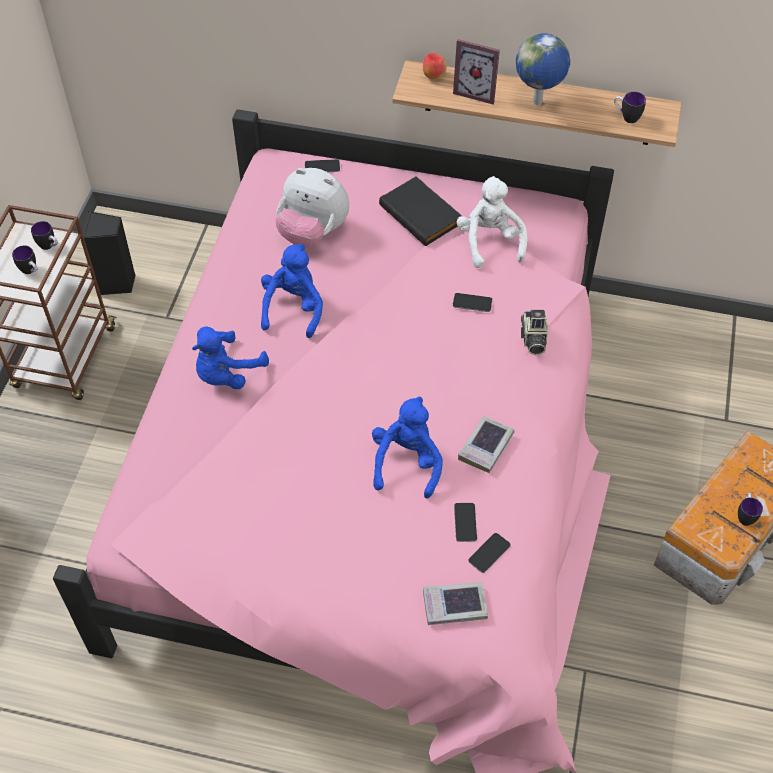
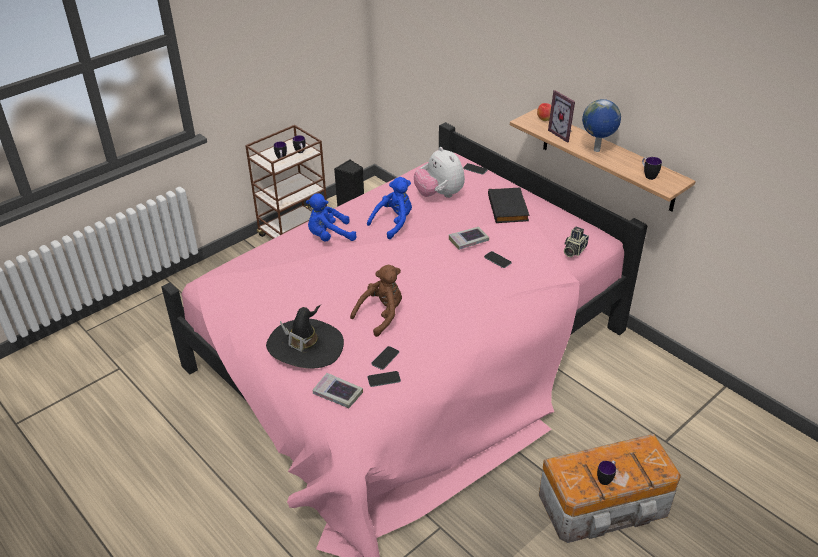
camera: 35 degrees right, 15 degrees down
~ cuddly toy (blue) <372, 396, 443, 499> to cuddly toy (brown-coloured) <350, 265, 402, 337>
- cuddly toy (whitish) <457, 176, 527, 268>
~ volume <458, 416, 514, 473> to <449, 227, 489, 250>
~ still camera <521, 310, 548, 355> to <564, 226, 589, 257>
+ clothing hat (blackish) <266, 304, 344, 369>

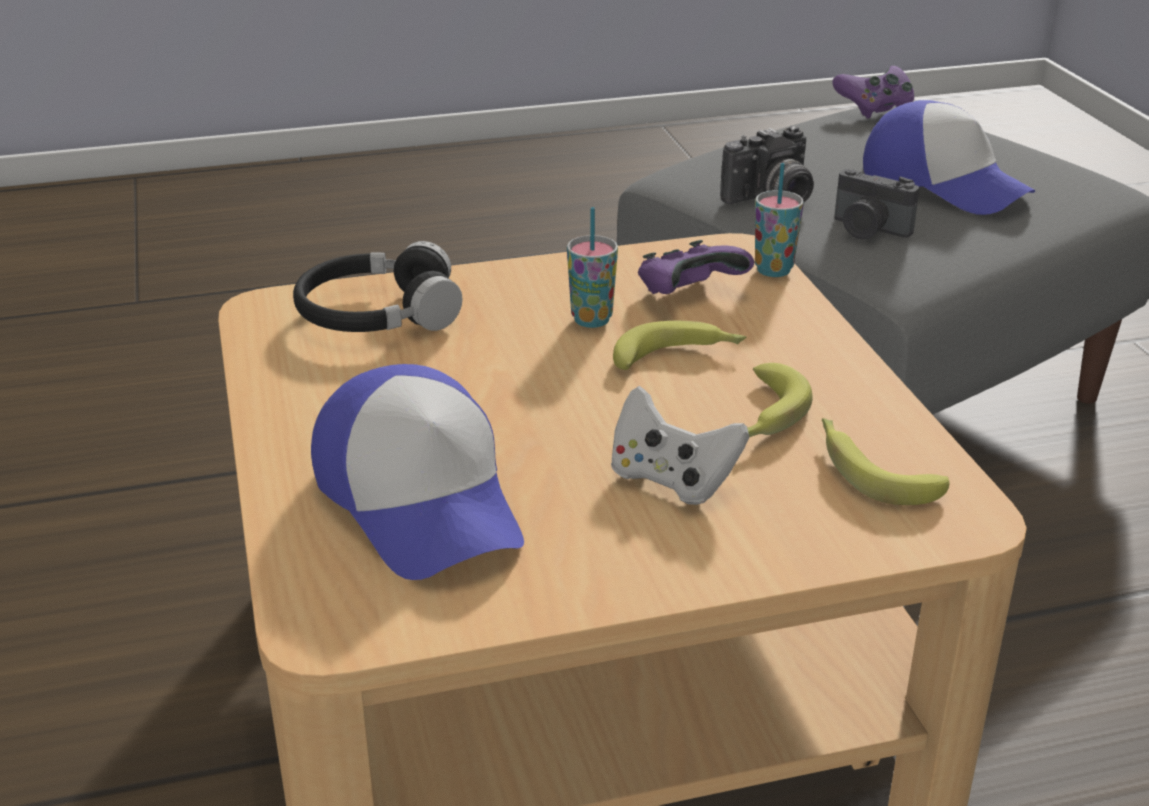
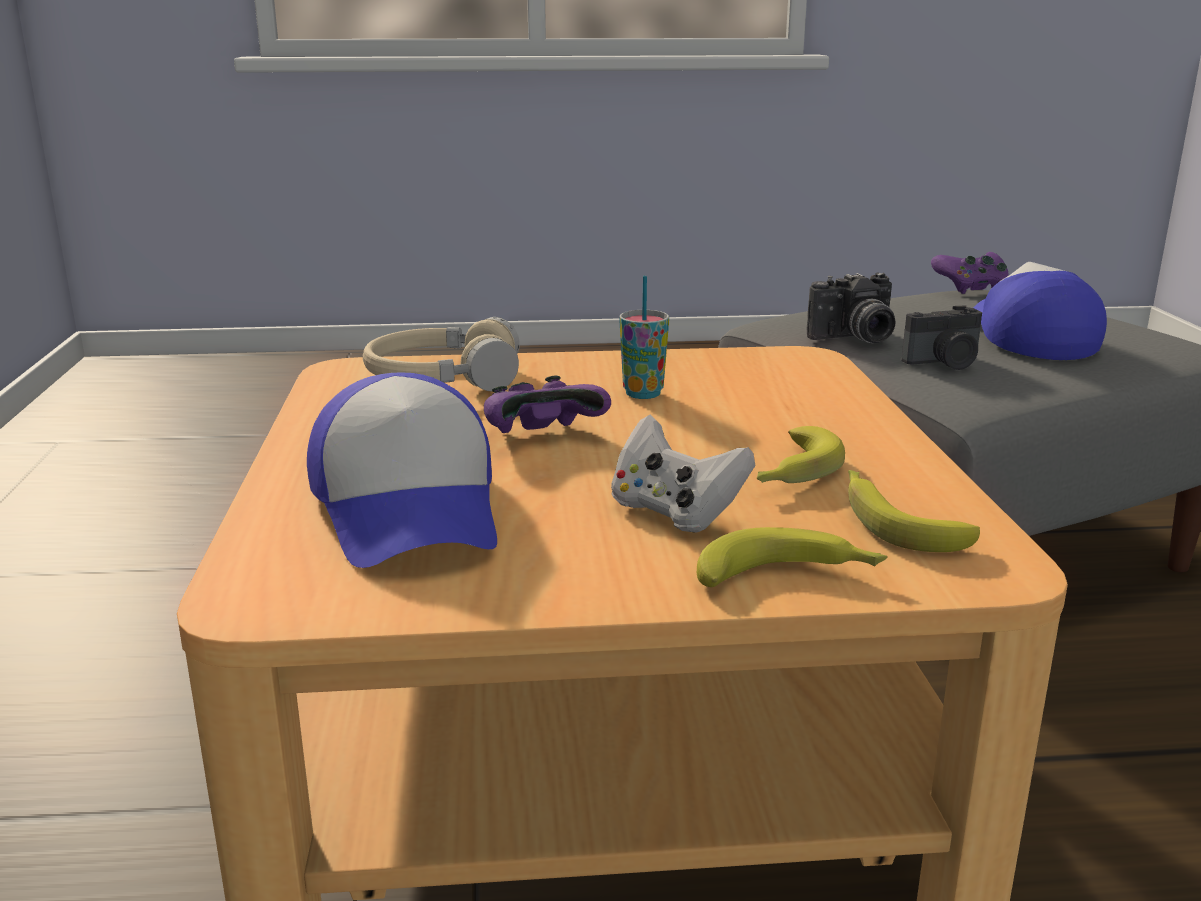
camera: 10 degrees right, 10 degrees down
~ headset (blackish) <293, 241, 462, 332> to headset (beige) <363, 317, 520, 391>
~ banana fruit <613, 321, 746, 370> to <697, 527, 888, 587>
~ joypad (purple) <638, 240, 754, 294> to <484, 375, 611, 433>
- small cup <755, 163, 804, 277>
~ still camera <834, 169, 919, 240> = <902, 305, 982, 370> 60 degrees counterclockwise
~ cap <863, 100, 1035, 215> = <973, 262, 1107, 360> 150 degrees counterclockwise

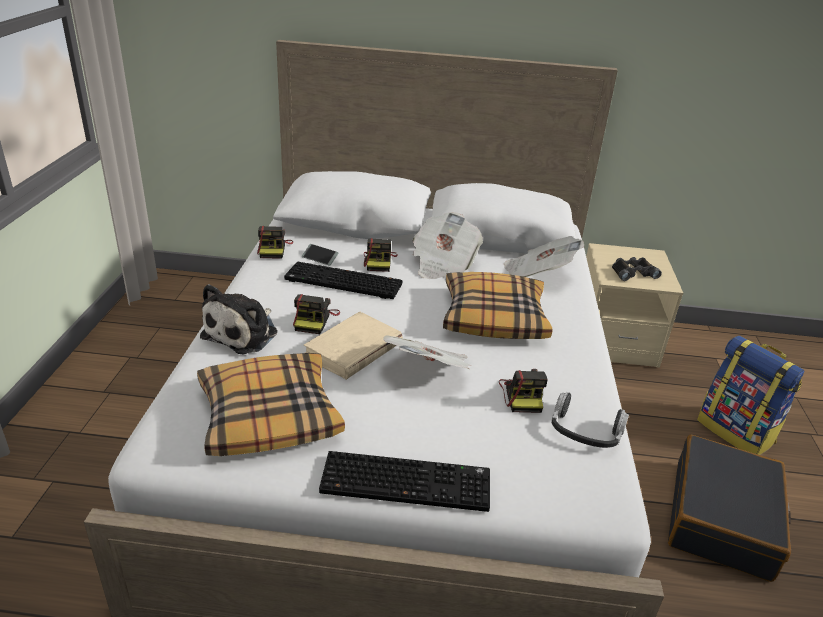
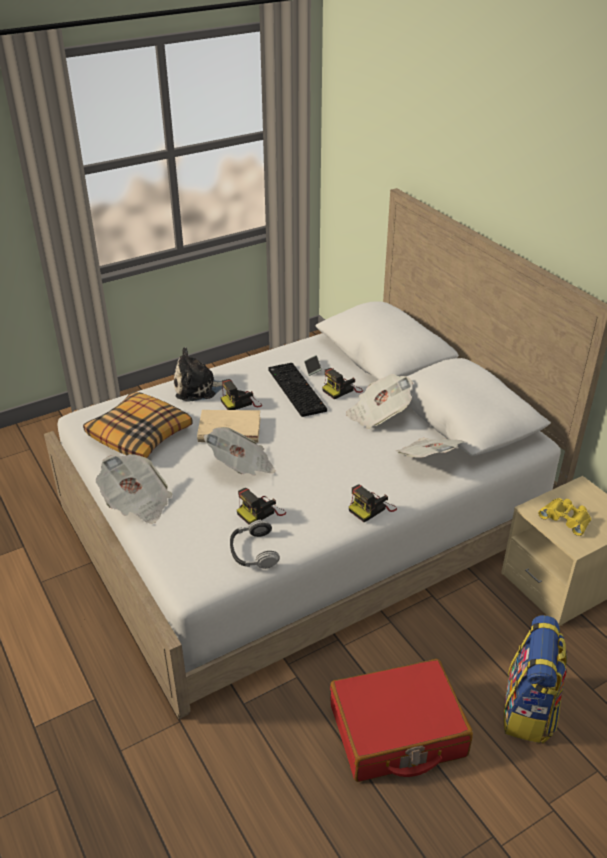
camera: 55 degrees right, 5 degrees up
~ still camera <257, 226, 293, 259> to <349, 484, 397, 522>
~ computer keyboard <319, 451, 490, 512> to printed paper <96, 454, 172, 524>
- throw pillow <443, 272, 553, 339>
~ pair of binoculars (blackish) <612, 257, 662, 281> to pair of binoculars (yellow-coloured) <538, 498, 591, 536>
~ suitcase (blackish) <668, 434, 791, 582> to suitcase (red-coloured) <330, 659, 473, 782>

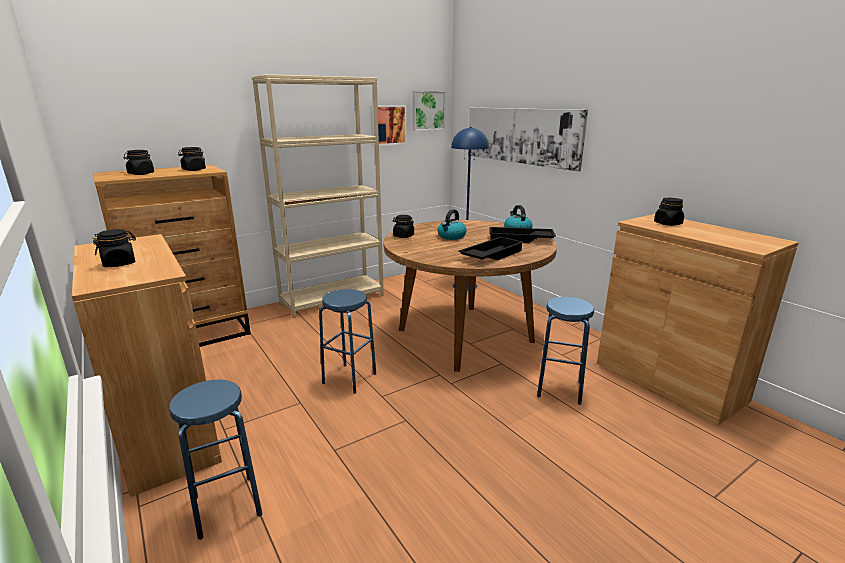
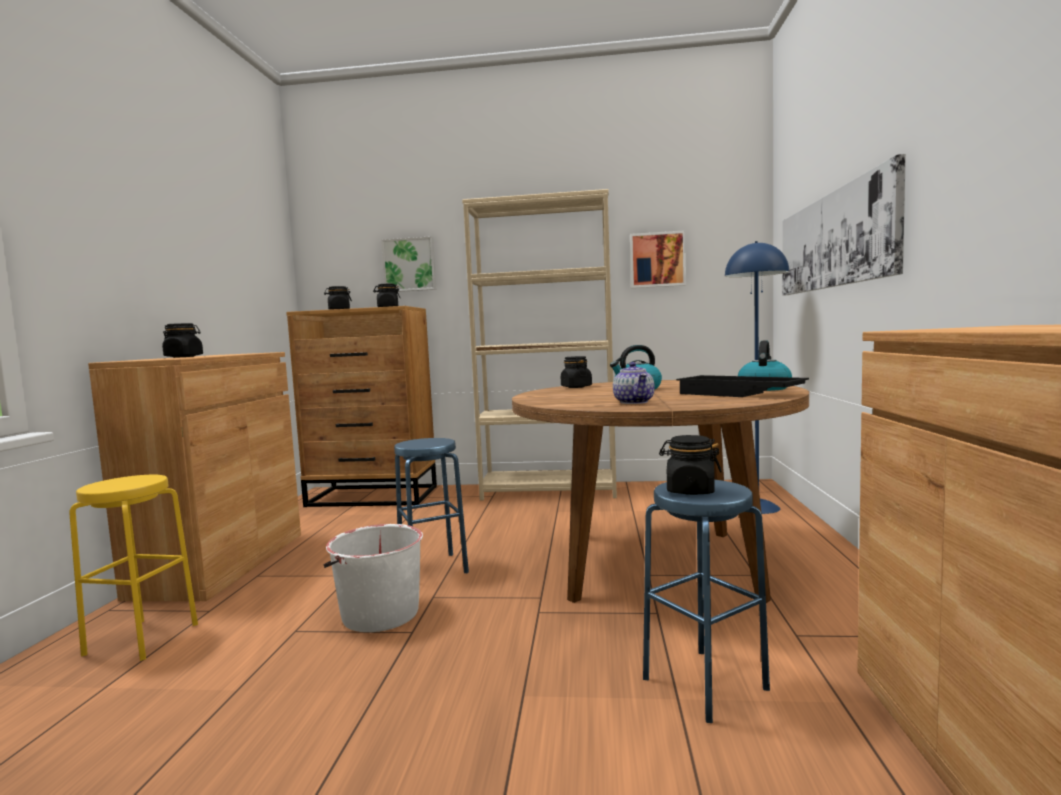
camera: 40 degrees right, 15 degrees down
~ sitting stool (blue) <169, 380, 262, 540> to sitting stool (yellow-coloured) <69, 475, 198, 661>
~ picture <412, 91, 446, 131> to <381, 236, 436, 292>
~ serving tray (blackish) <458, 237, 524, 260> to teapot <613, 362, 655, 404>
~ jar (blackish) <654, 198, 684, 226> to <659, 435, 722, 495>
+ water bucket (whitish) <323, 524, 423, 632>

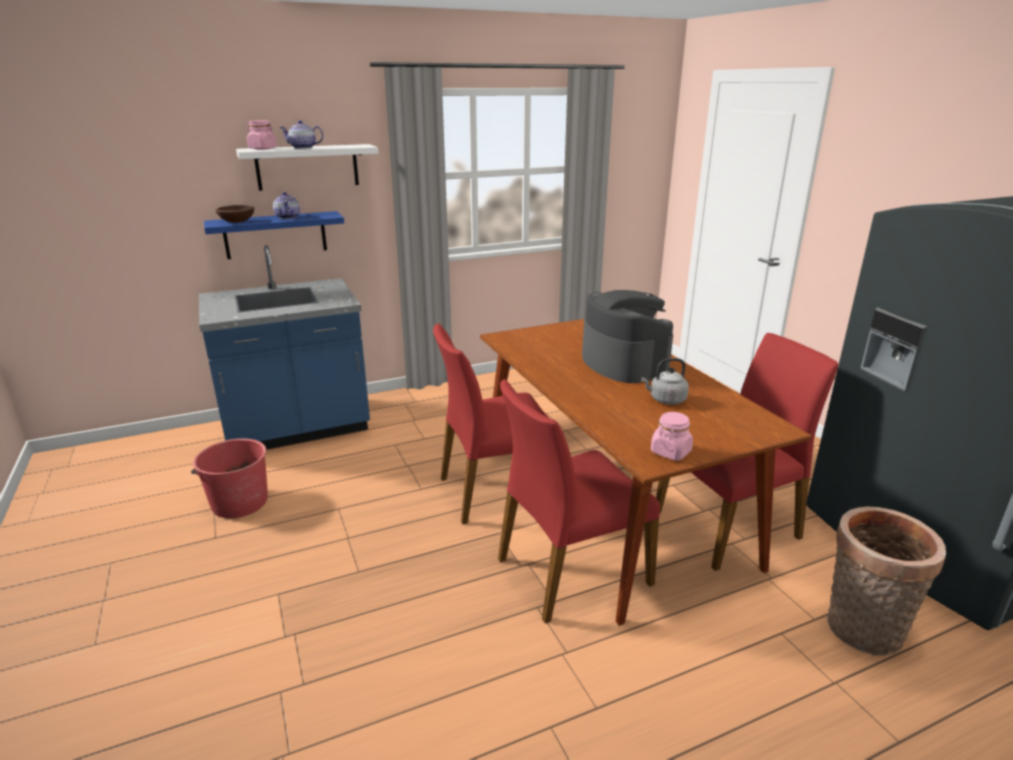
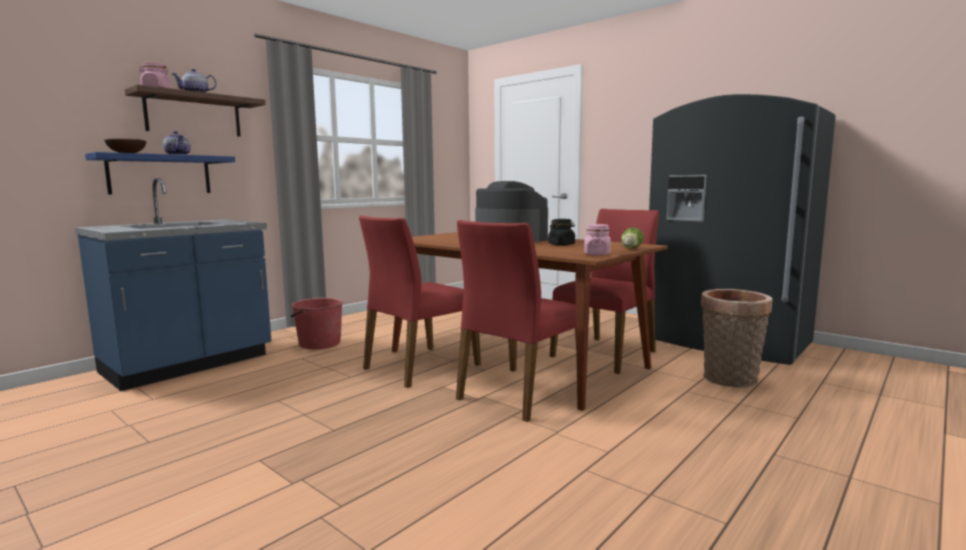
camera: 25 degrees left, 15 degrees down
~ water bucket (red-coloured) <191, 438, 268, 518> to <291, 298, 343, 349>
~ bracket shelf (whitish) <236, 144, 378, 191> to bracket shelf (brown-coloured) <125, 85, 266, 137>
~ tea kettle (greyish) <641, 358, 689, 405> to jar (blackish) <548, 219, 575, 246>
+ lettuce <621, 228, 644, 249>

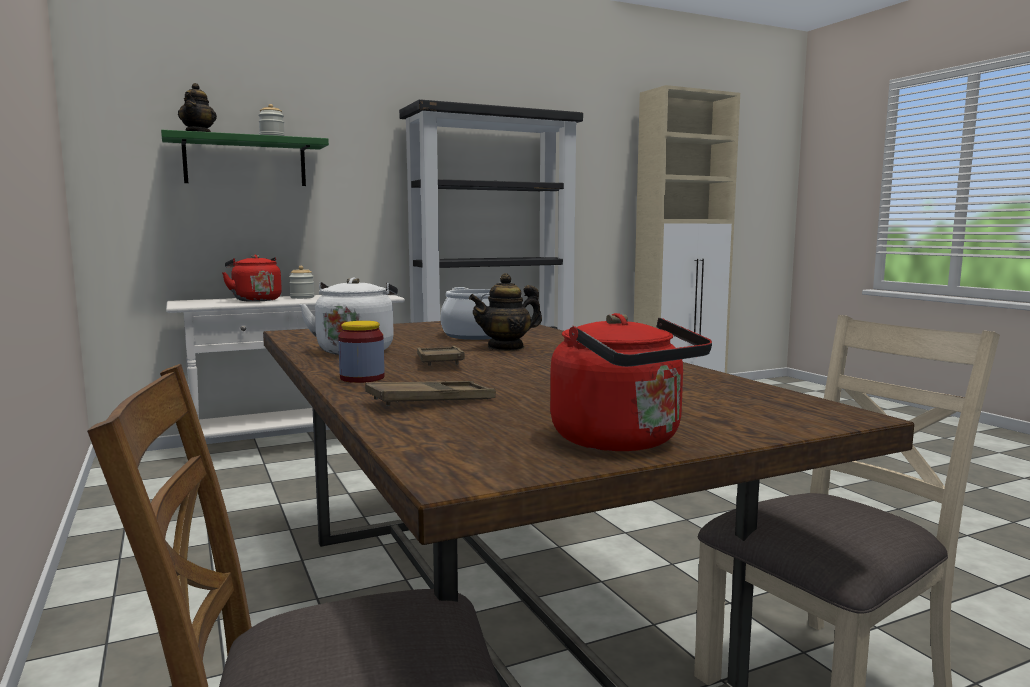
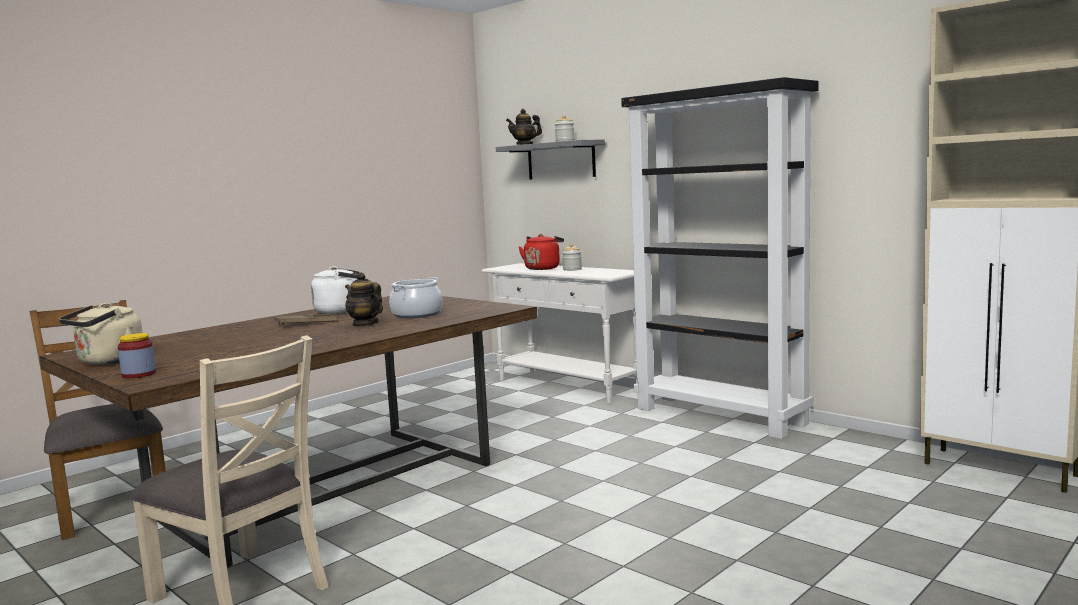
camera: 70 degrees right, 0 degrees up
~ bracket shelf (greenish) <161, 130, 329, 186> to bracket shelf (greyish) <496, 140, 605, 179>
~ jar <338, 321, 385, 383> to <118, 333, 156, 378>
- serving tray (brown-coloured) <365, 381, 496, 406>
~ tea kettle (red-coloured) <550, 313, 712, 451> to tea kettle (beige) <59, 303, 143, 365>

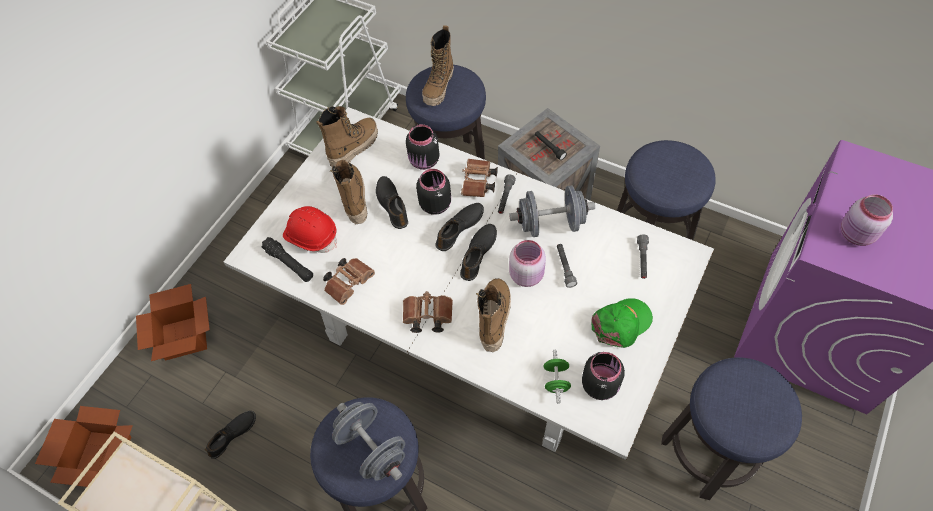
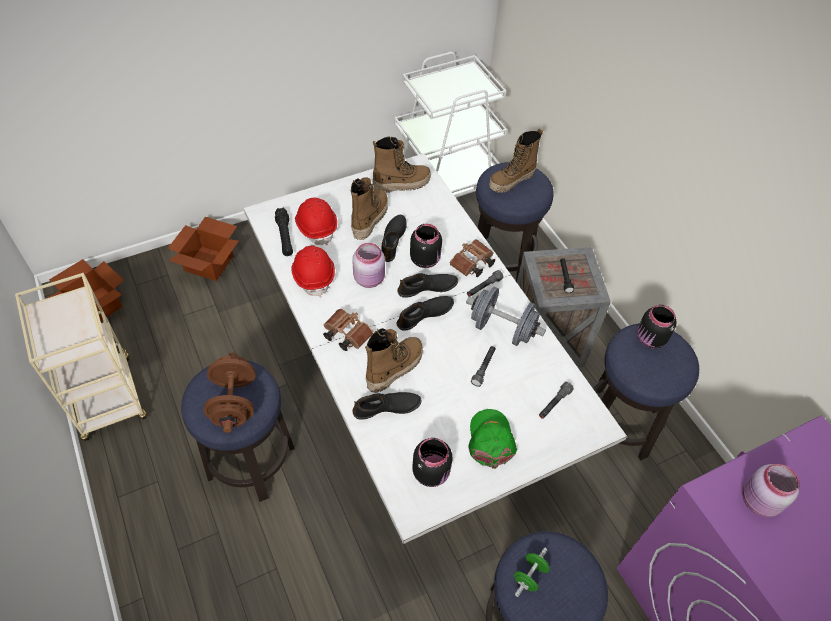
camera: 30 degrees right, 5 degrees down
~ item of footwear (blackish) <205, 411, 256, 459> to <352, 392, 421, 420>
~ pair of binoculars (brown-coloured) <323, 258, 375, 305> to work helmet (red-coloured) <291, 246, 335, 297>
~ hand weight (greyish) <332, 402, 405, 480> to hand weight (brown-coloured) <204, 352, 256, 433>
~ jar (blackish) <406, 124, 440, 170> to <637, 305, 677, 349>
~ jar (pink-coloured) <509, 240, 546, 287> to <352, 243, 385, 288>
~ hand weight (greenish) <544, 350, 571, 403> to <514, 547, 550, 597>
~ cap (greenish) <591, 298, 653, 348> = <468, 409, 517, 469> 90 degrees counterclockwise

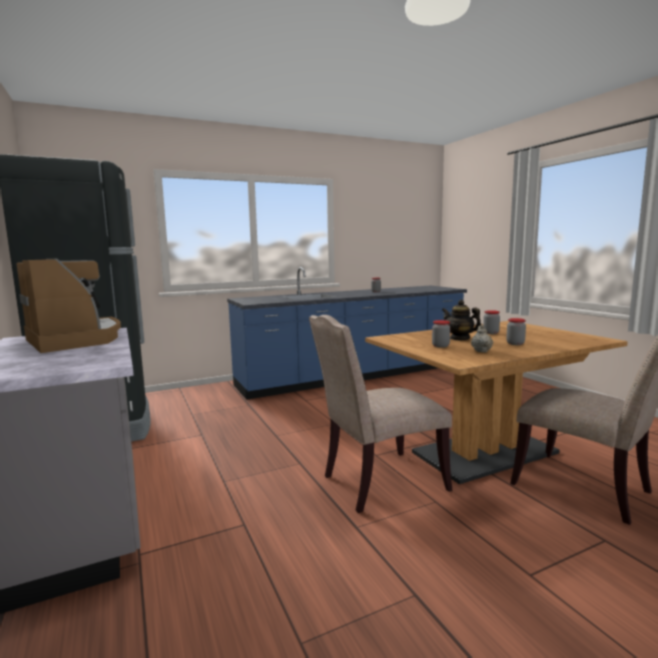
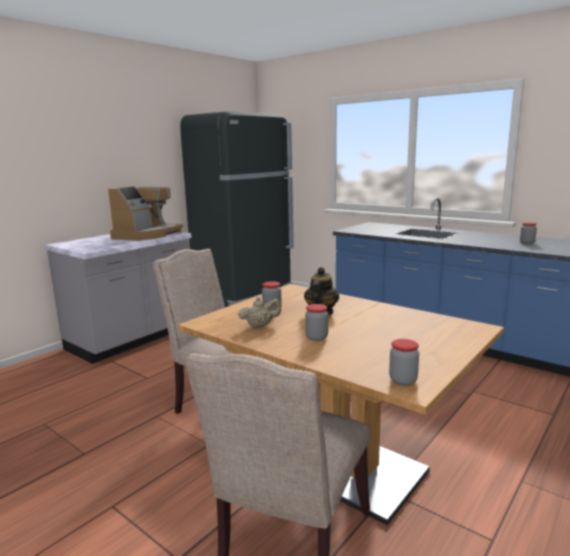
camera: 65 degrees right, 5 degrees up
~ jar <483, 310, 500, 334> to <389, 339, 419, 386>

